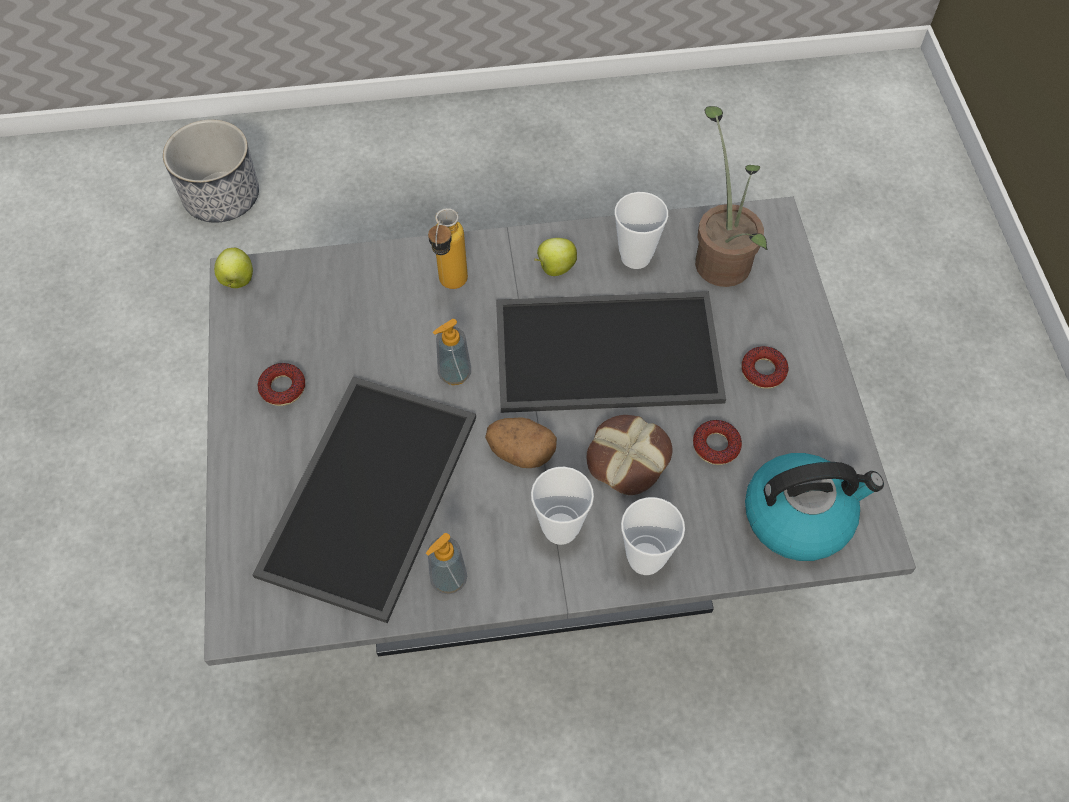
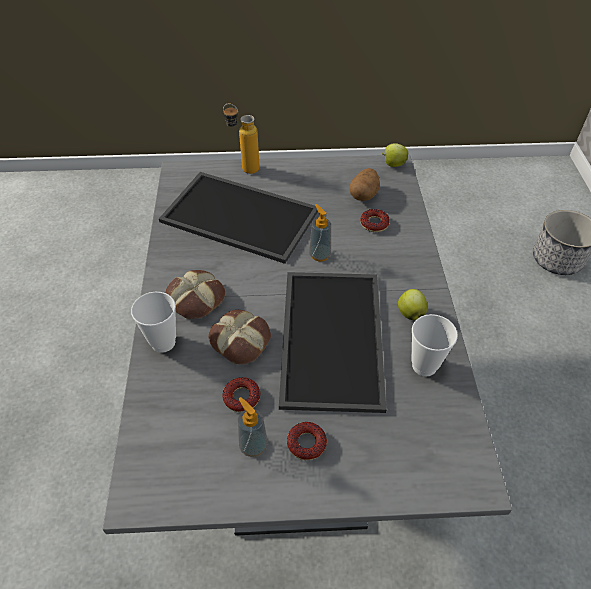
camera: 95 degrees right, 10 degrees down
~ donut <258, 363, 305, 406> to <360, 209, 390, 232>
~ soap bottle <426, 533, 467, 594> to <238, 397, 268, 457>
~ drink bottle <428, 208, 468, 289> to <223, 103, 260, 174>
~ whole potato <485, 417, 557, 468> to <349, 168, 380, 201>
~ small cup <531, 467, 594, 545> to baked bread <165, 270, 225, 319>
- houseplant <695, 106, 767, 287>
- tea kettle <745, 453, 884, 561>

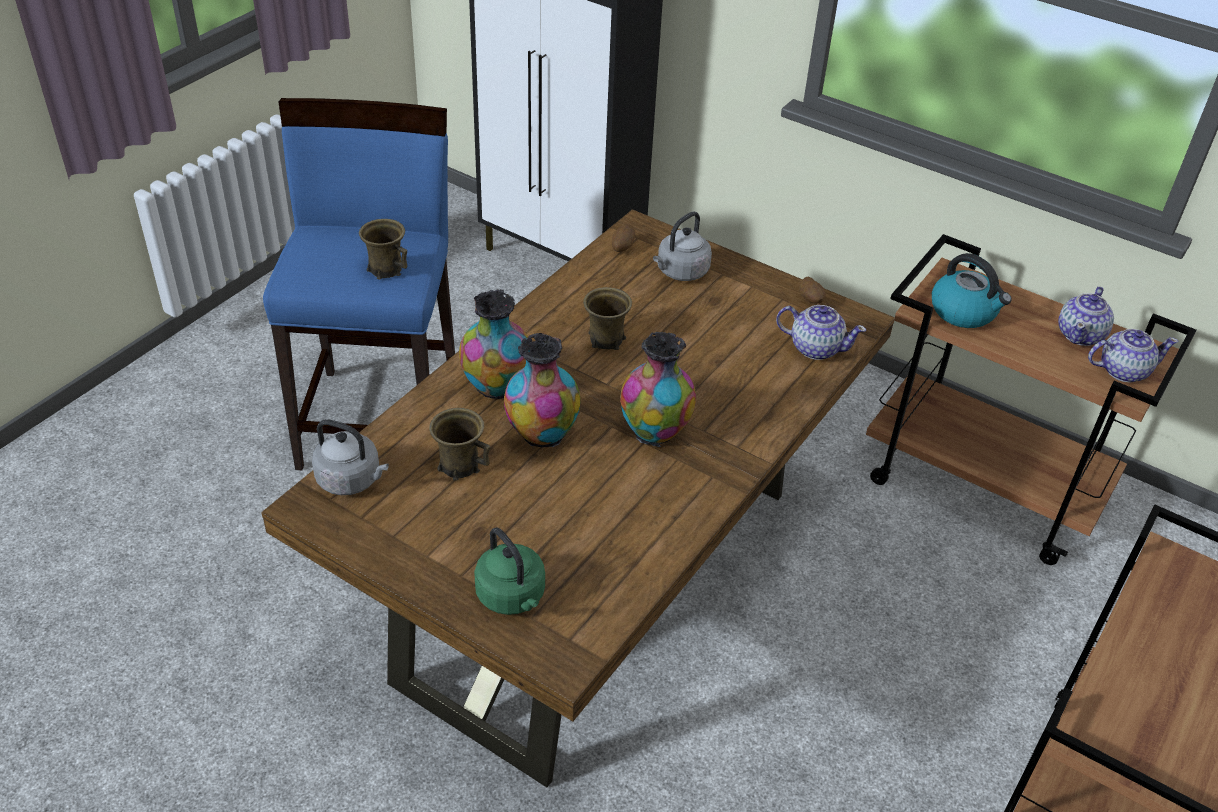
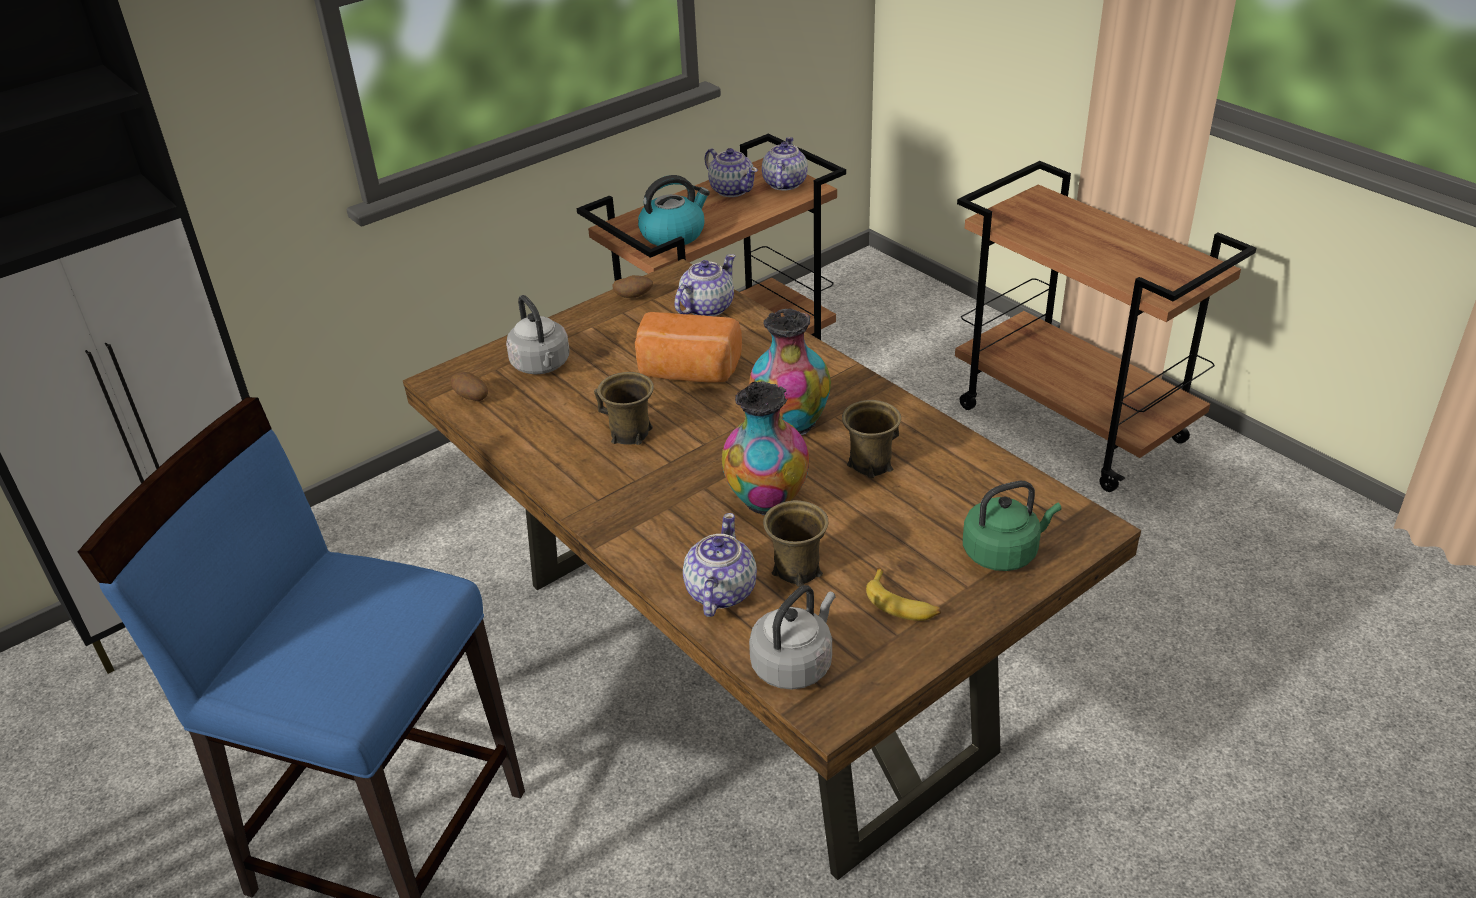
camera: 70 degrees left, 5 degrees down
~ coffee mug (brown-coloured) <359, 219, 407, 279> to <842, 400, 901, 478>
- flower vase <459, 289, 528, 399>
+ baked bread <635, 312, 742, 383>
+ teapot <683, 513, 757, 617>
+ banana fruit <866, 568, 941, 621>

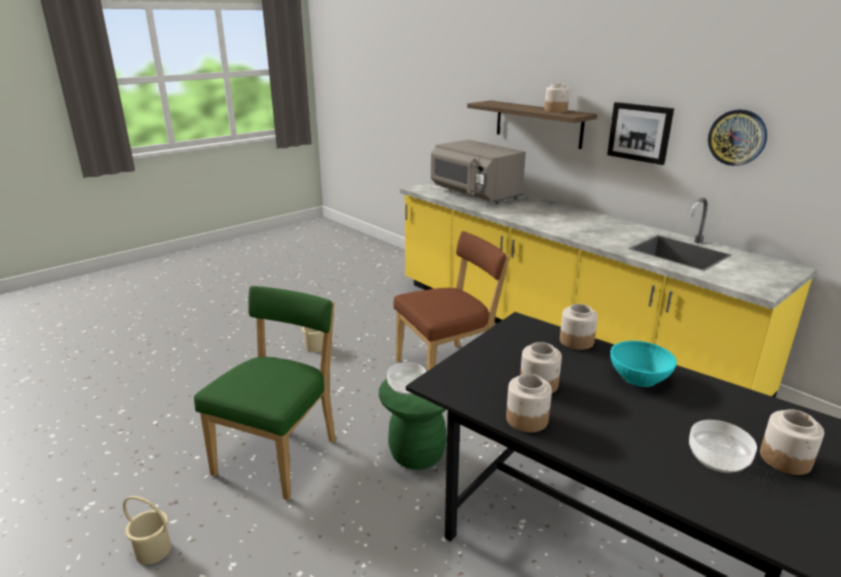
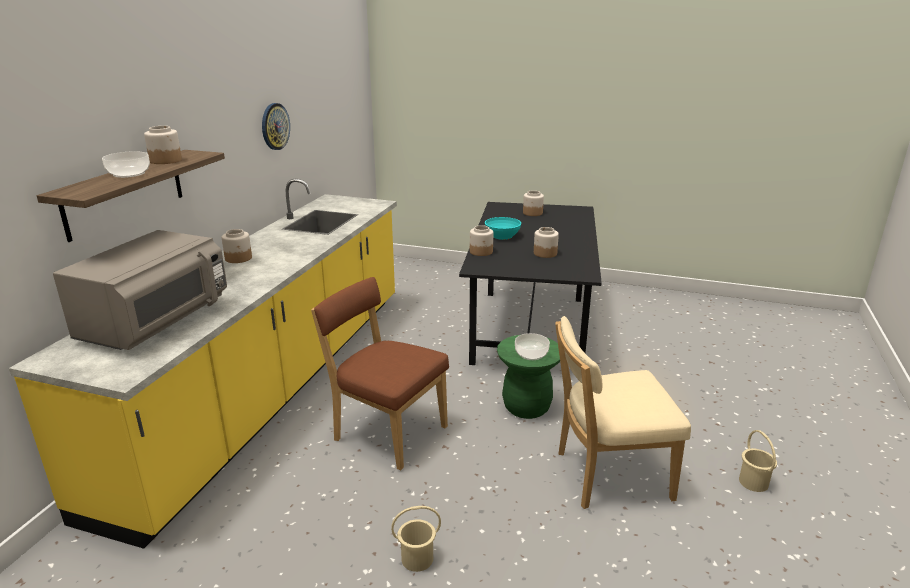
camera: 120 degrees left, 0 degrees up
~ upright chair (greenish) <194, 286, 336, 501> to upright chair (beige) <555, 316, 691, 509>
~ jar <506, 374, 552, 433> to <222, 229, 252, 263>
- picture <607, 102, 674, 165>
~ bowl <689, 420, 757, 473> to <102, 151, 150, 178>

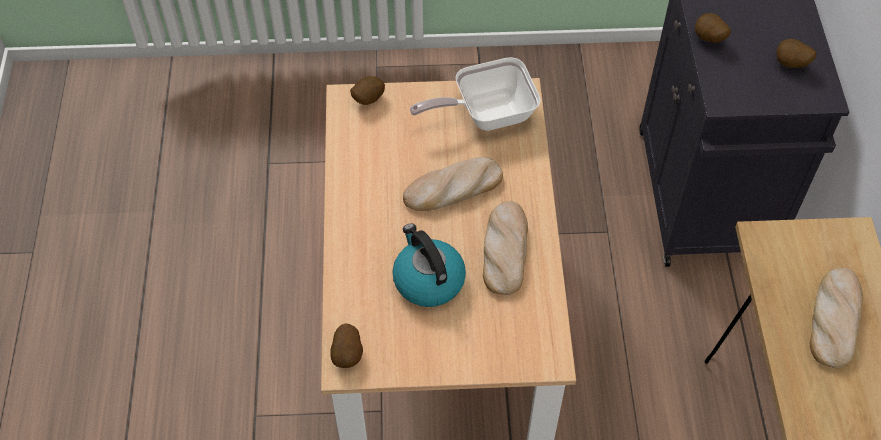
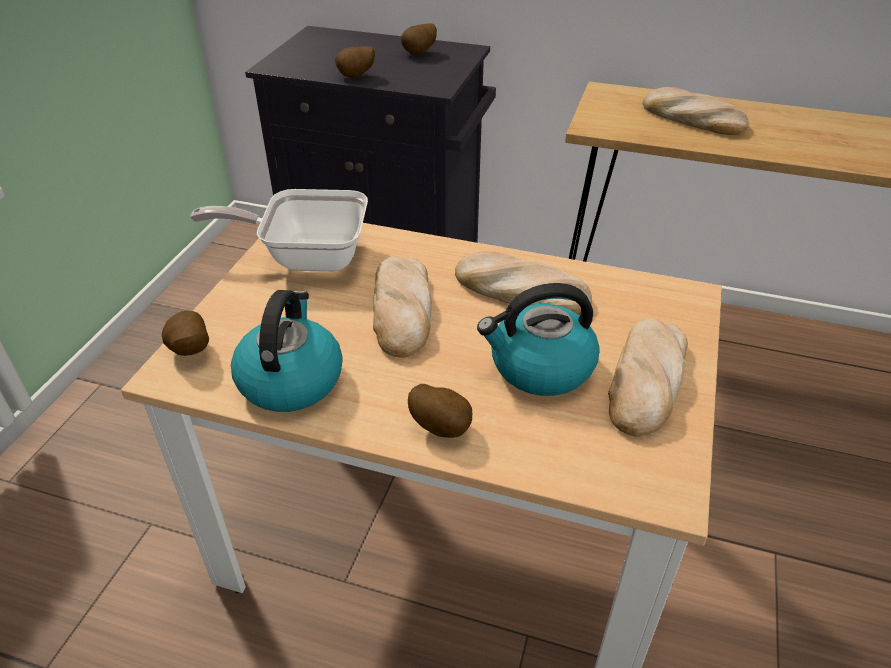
camera: 70 degrees left, 15 degrees down
~ whole potato <330, 324, 363, 368> to <408, 384, 472, 438>
~ pan <410, 57, 541, 131> = <190, 189, 368, 272> 90 degrees clockwise
+ tea kettle <231, 290, 343, 412>
+ baked bread <608, 318, 688, 437>

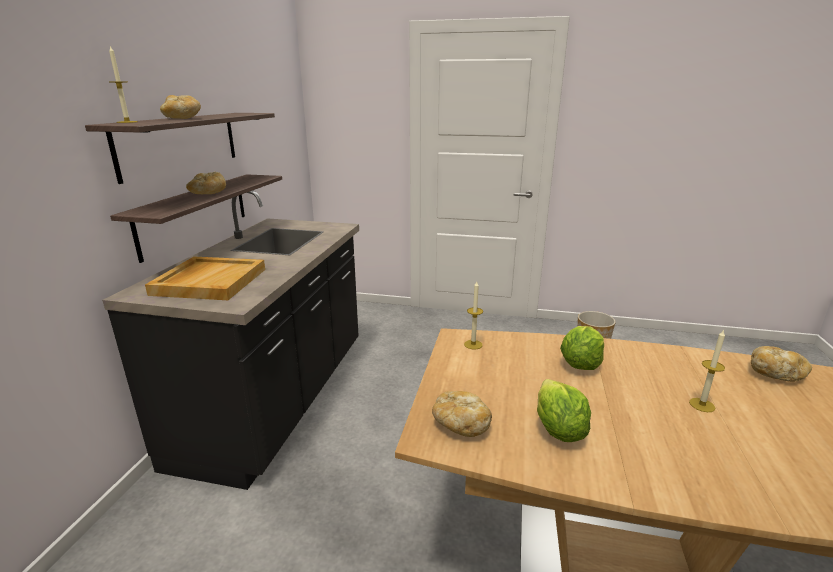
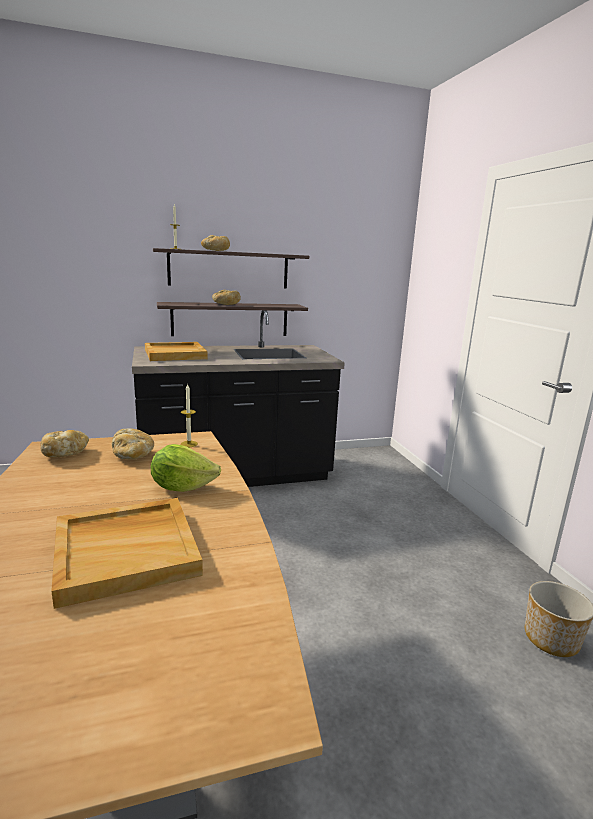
camera: 60 degrees right, 5 degrees down
- lettuce <537, 379, 591, 442>
~ candle <689, 329, 725, 412> to serving tray (beige) <51, 498, 203, 609>
~ baked bread <751, 346, 812, 382> to <112, 428, 154, 460>

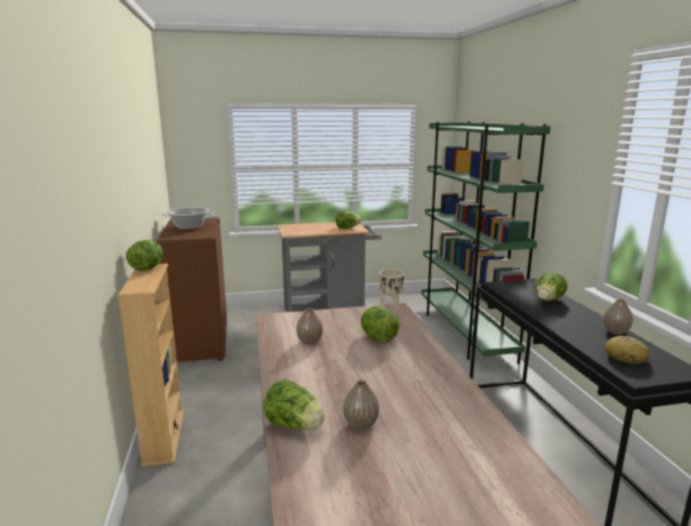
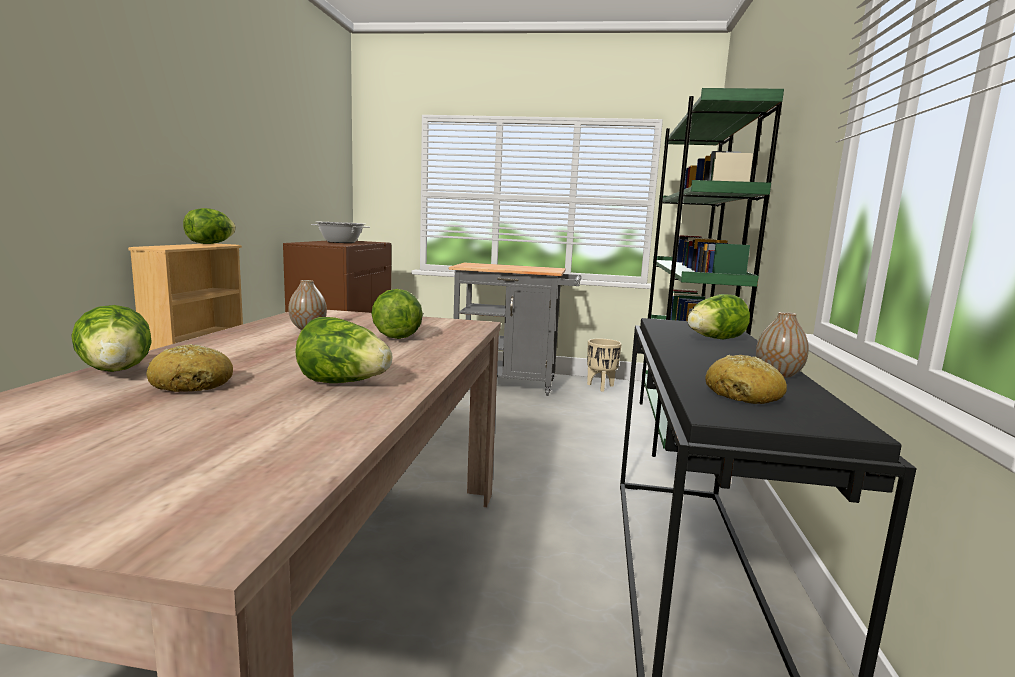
camera: 20 degrees right, 5 degrees down
~ lettuce <336, 211, 361, 229> to <295, 317, 393, 383>
~ flower vase <343, 380, 379, 430> to baked bread <147, 344, 233, 392>

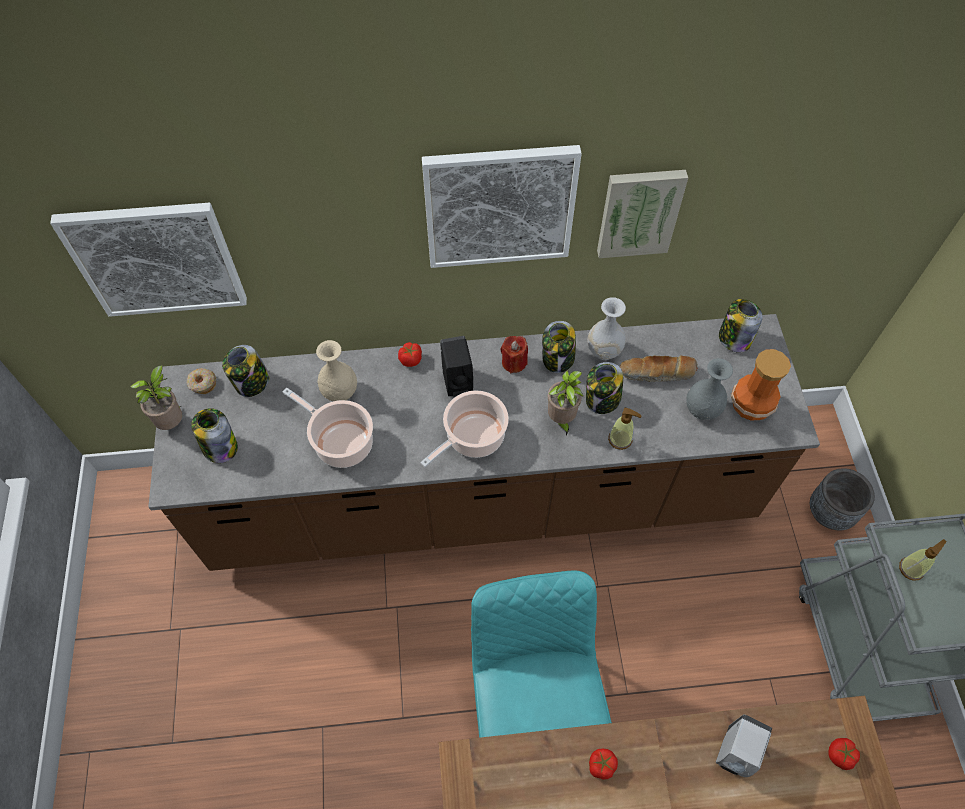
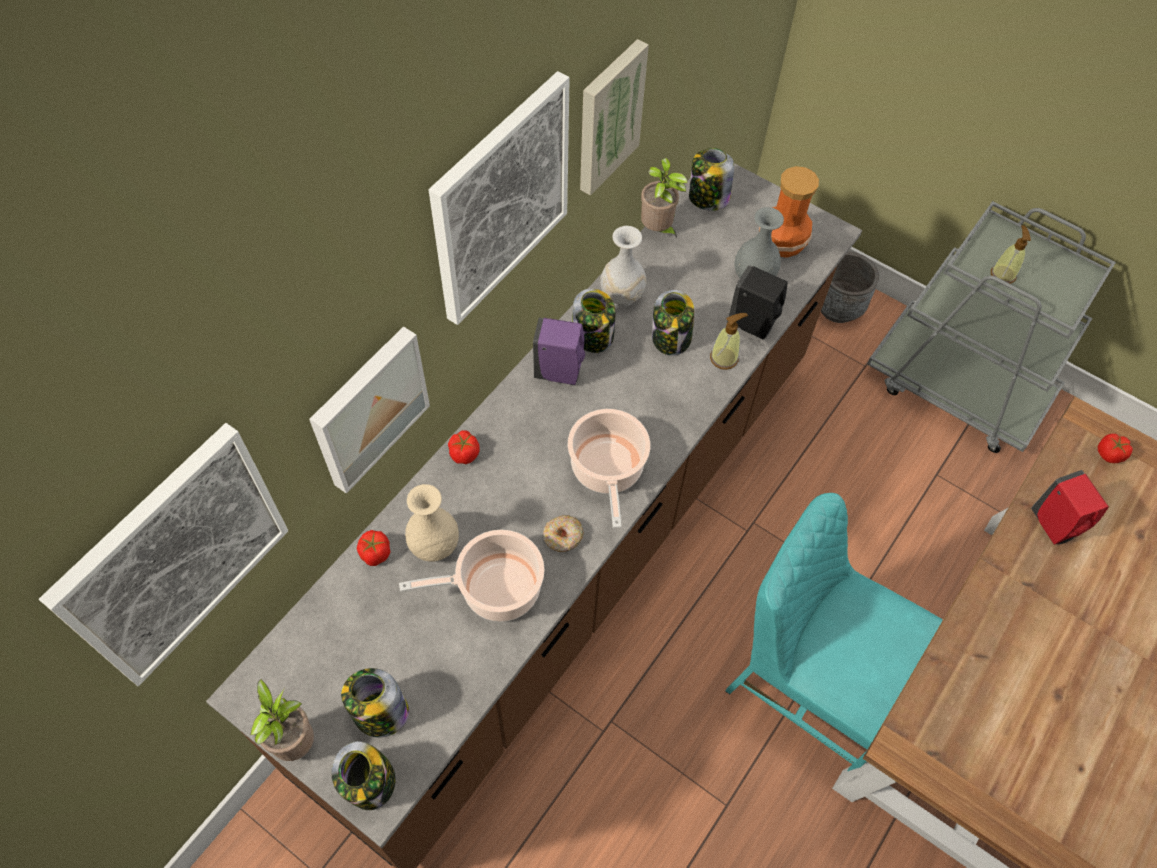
camera: 50 degrees left, 0 degrees up
~ donut <187, 368, 216, 394> to <543, 515, 584, 552>
~ jar <222, 345, 270, 397> to <331, 741, 395, 810>
~ soap bottle (blackish) <440, 336, 473, 397> to <727, 265, 788, 340>
~ candle (red-coloured) <500, 336, 528, 373> to soap bottle (purple) <533, 318, 585, 385>
~ houseplant <548, 370, 583, 436> to <641, 158, 688, 238>
~ whole tomato <589, 748, 618, 780> to <357, 530, 390, 566>
- baked bread <619, 355, 698, 382>
~ soap bottle (whitish) <715, 714, 772, 777> to soap bottle (red-coloured) <1031, 470, 1109, 545>
+ picture <309, 326, 430, 494>

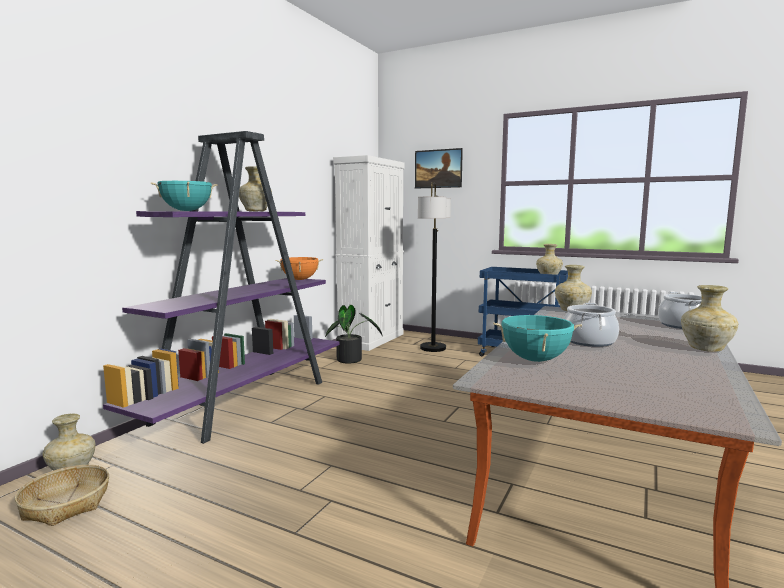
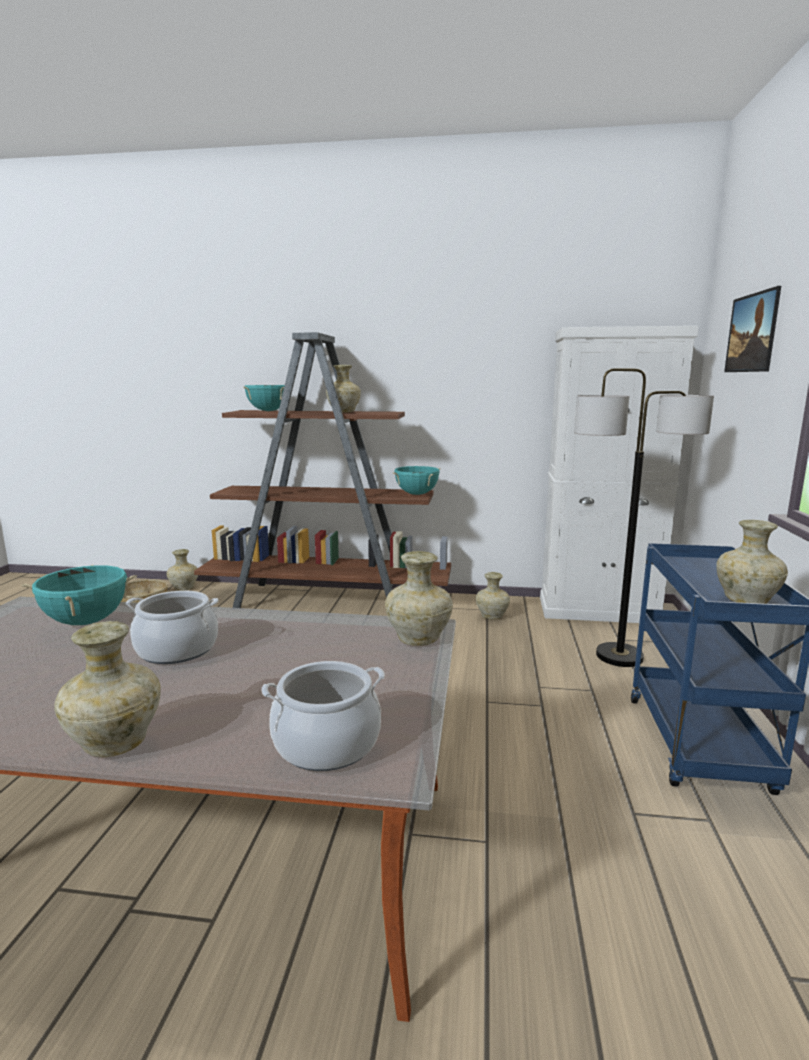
camera: 70 degrees right, 5 degrees up
~ bookcase (purple) <103, 131, 339, 444> to bookcase (brown-coloured) <194, 332, 451, 608>
~ stockpot (orange-coloured) <275, 257, 323, 280> to stockpot (turquoise-coloured) <393, 466, 440, 495>
~ houseplant <325, 305, 383, 363> to flower vase (beige) <476, 572, 510, 620>

